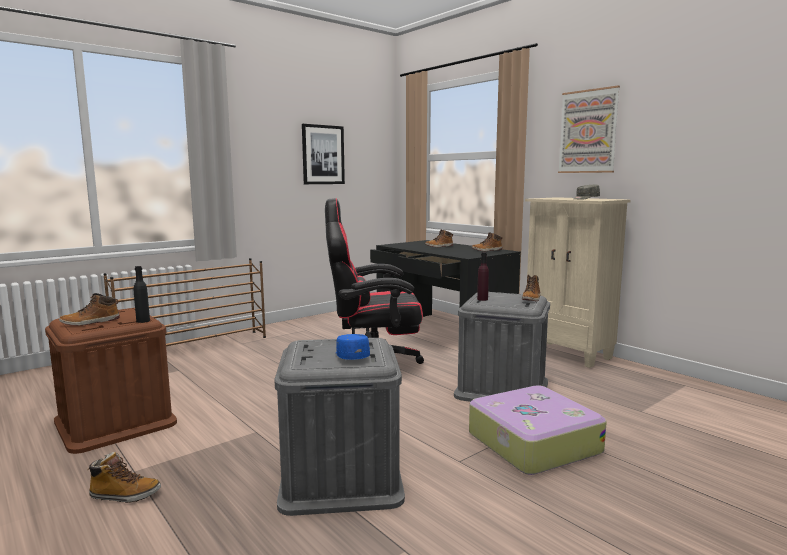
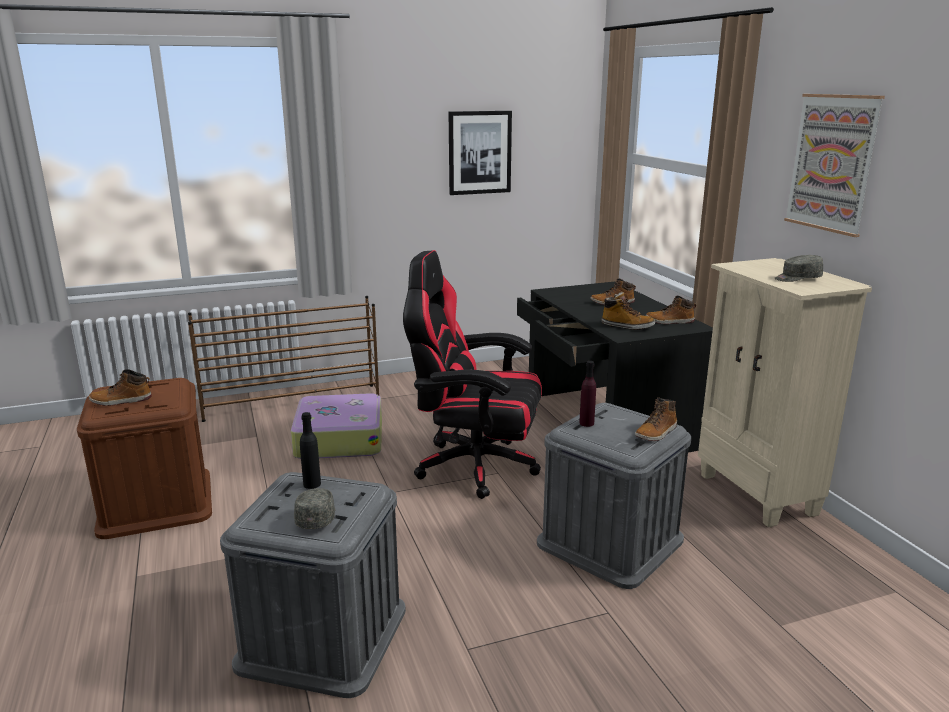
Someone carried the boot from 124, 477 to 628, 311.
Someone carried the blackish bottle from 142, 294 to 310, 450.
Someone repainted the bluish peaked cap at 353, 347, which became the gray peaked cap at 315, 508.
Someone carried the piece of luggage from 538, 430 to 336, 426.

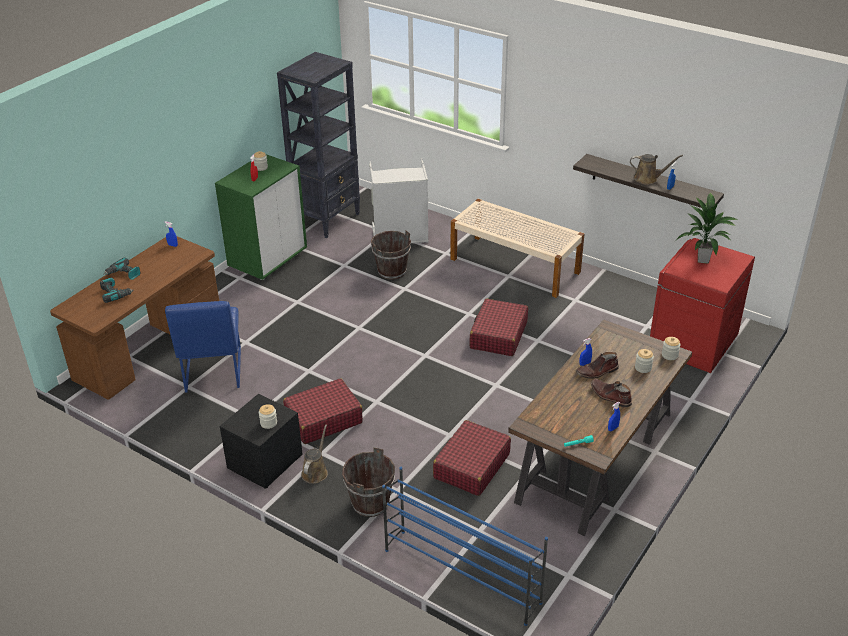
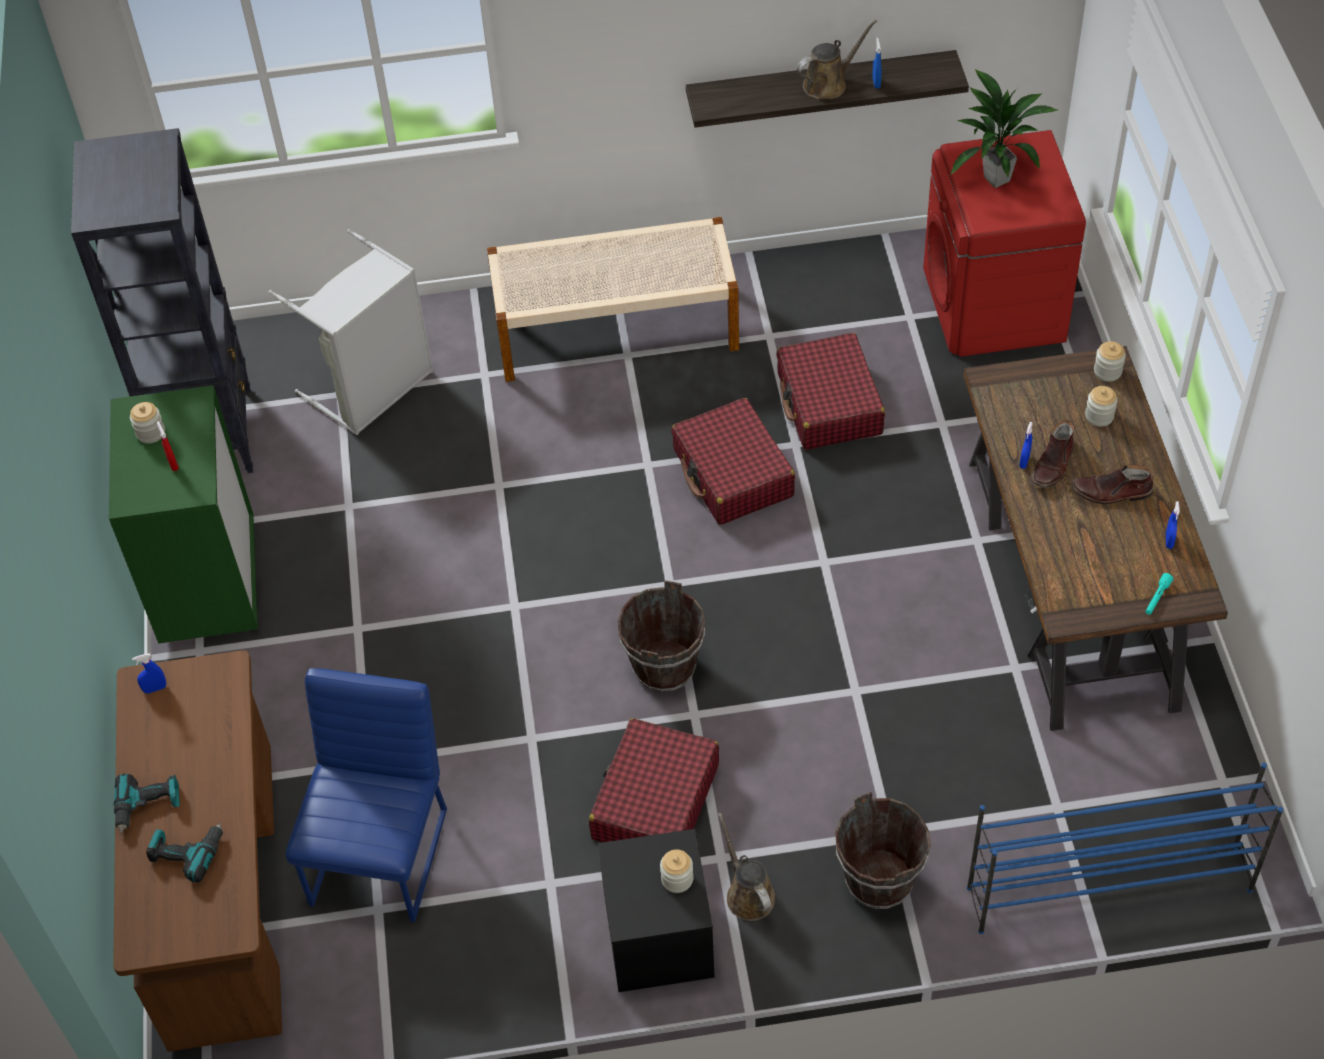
Someone rotated the bluish plain chair at 203, 347 by 120 degrees counterclockwise.
Someone carried the brownish water bucket from 391, 255 to 661, 636.
Someone carried the red-coloured piece of luggage from 472, 458 to 830, 391.

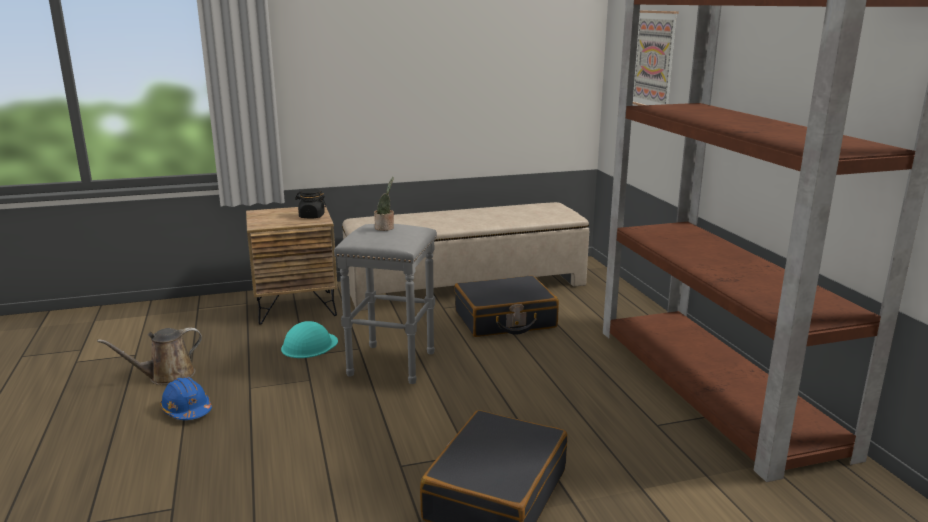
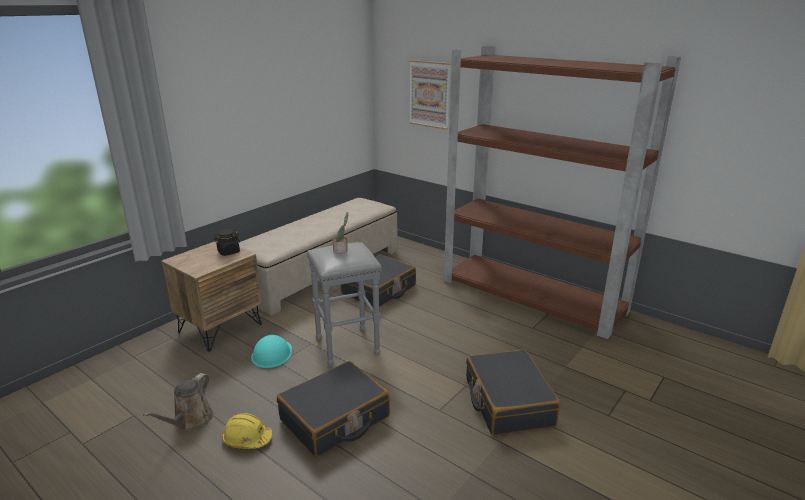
Someone repainted the bluish hard hat at 186, 398, which became the yellow-coloured hard hat at 247, 431.
Someone put down the blackish piece of luggage at 333, 409.

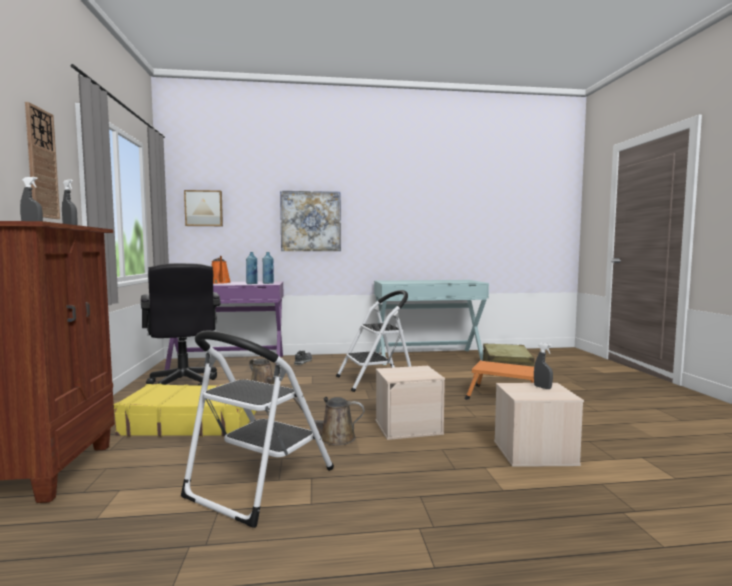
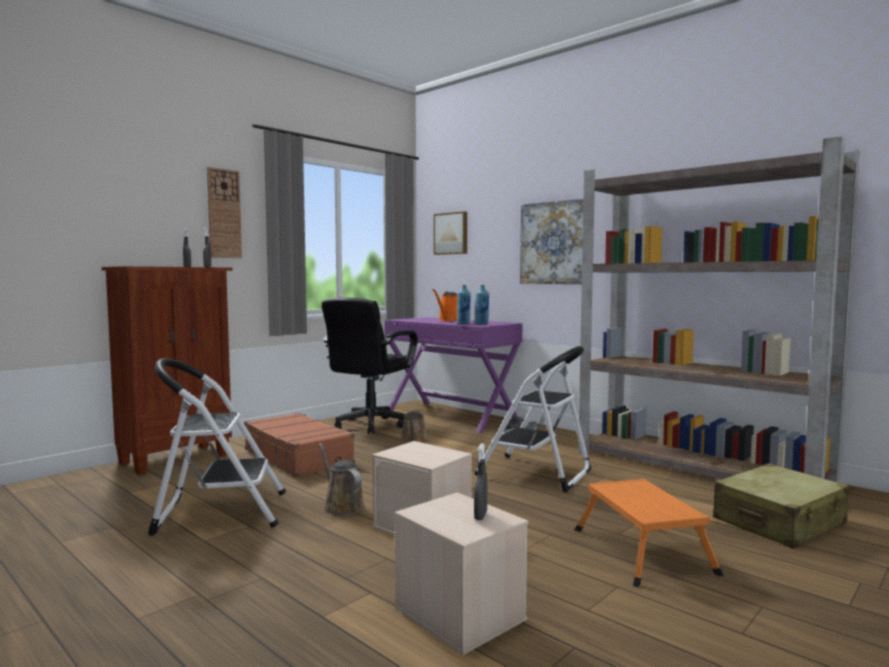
Someone repainted the yellow-coloured piece of luggage at 185, 410, which became the brownish piece of luggage at 299, 445.
Someone swapped the turquoise desk at 431, 322 for the brownish bookcase at 719, 309.

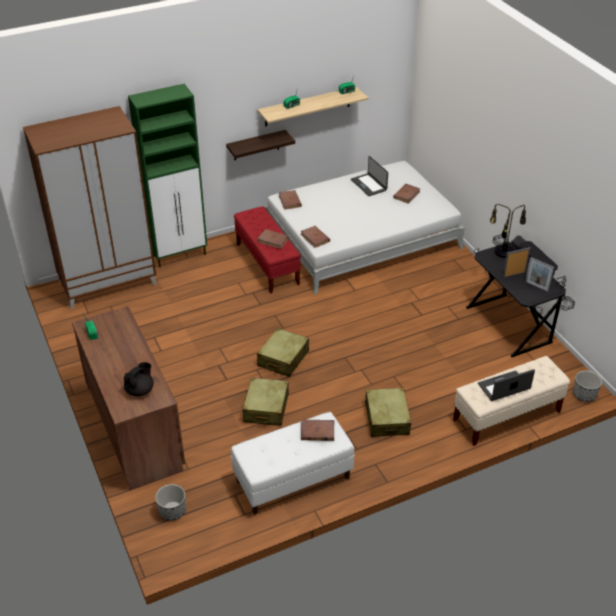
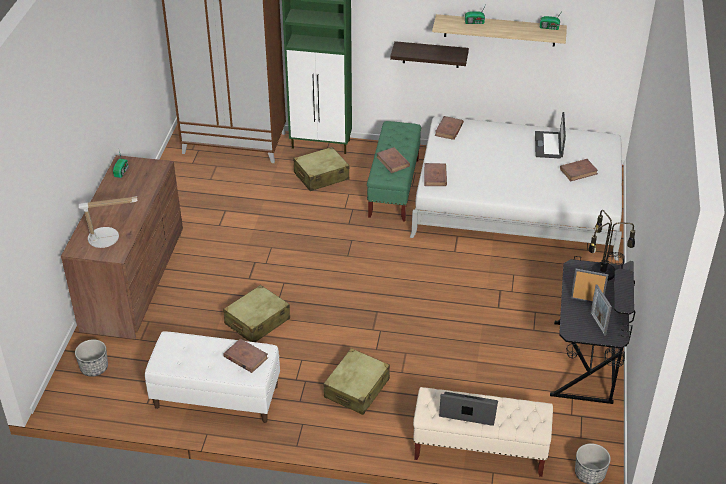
Someone swapped the blackish tea pot at 139, 379 for the tabletop lamp at 108, 222.
Someone repainted the red-coloured long seat at 267, 250, which became the green long seat at 394, 171.
Someone carried the beige-coloured piece of luggage from 283, 352 to 321, 169.

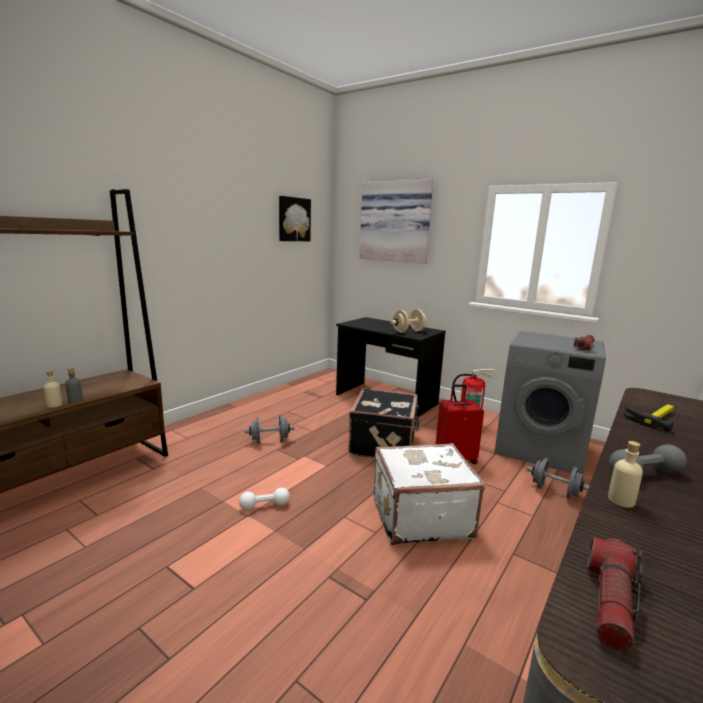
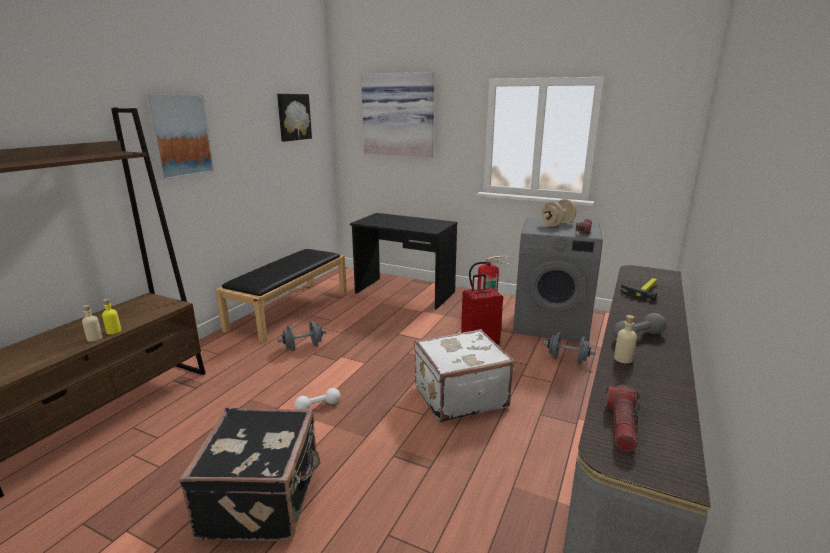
Someone repainted the gray bottle at 74, 385, which became the yellow-coloured bottle at 111, 316.
Someone carried the blackish piece of luggage from 384, 423 to 249, 474.
Someone carried the beige-coloured free weight from 409, 321 to 559, 213.
Someone put up the picture at 179, 137.
Someone put down the blackish long seat at 281, 296.

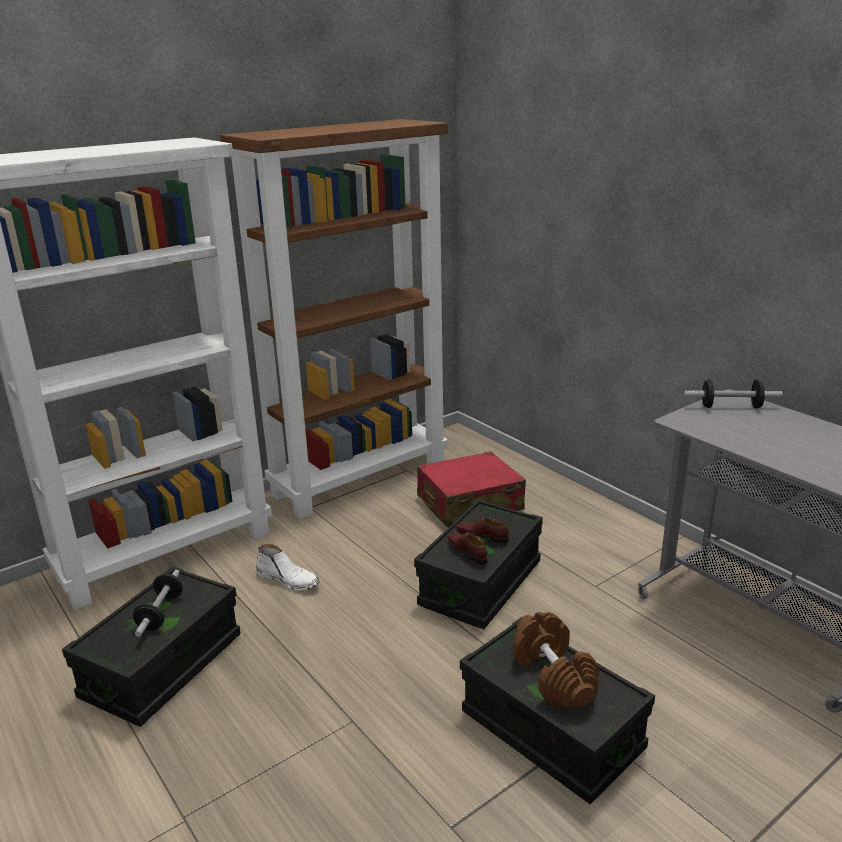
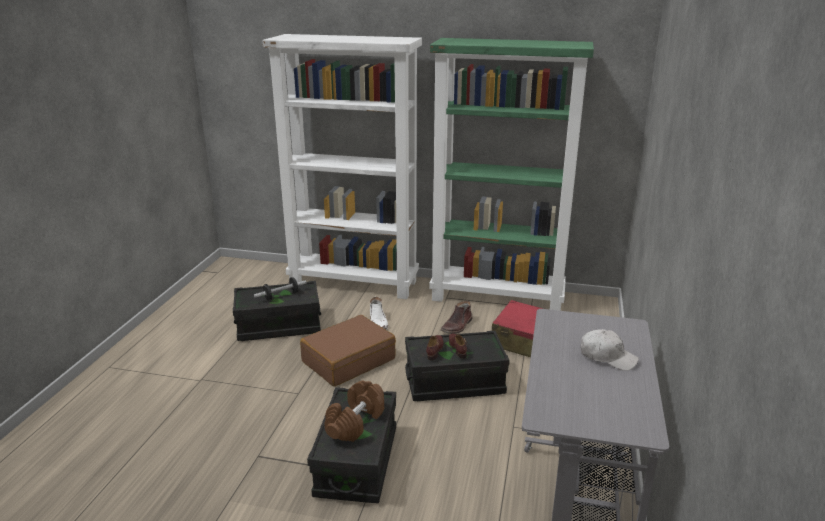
Someone repainted the brownish bookcase at 334, 319, which became the green bookcase at 511, 174.
Someone took away the free weight at 733, 393.
Someone put down the brownish piece of luggage at 348, 350.
Someone put down the brownish boot at 456, 317.
Someone put down the white-coloured peaked cap at 610, 350.

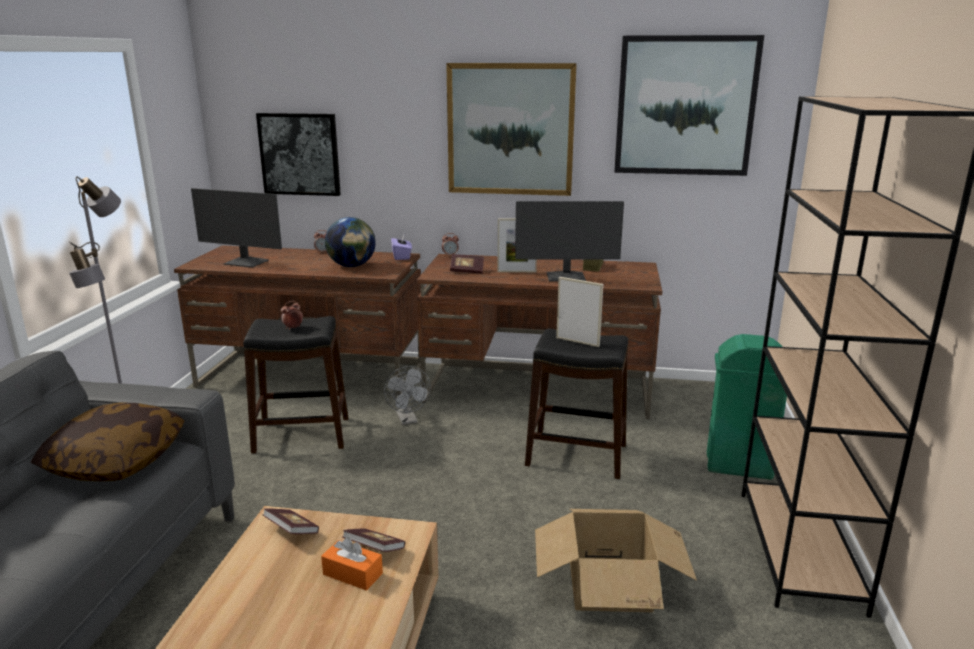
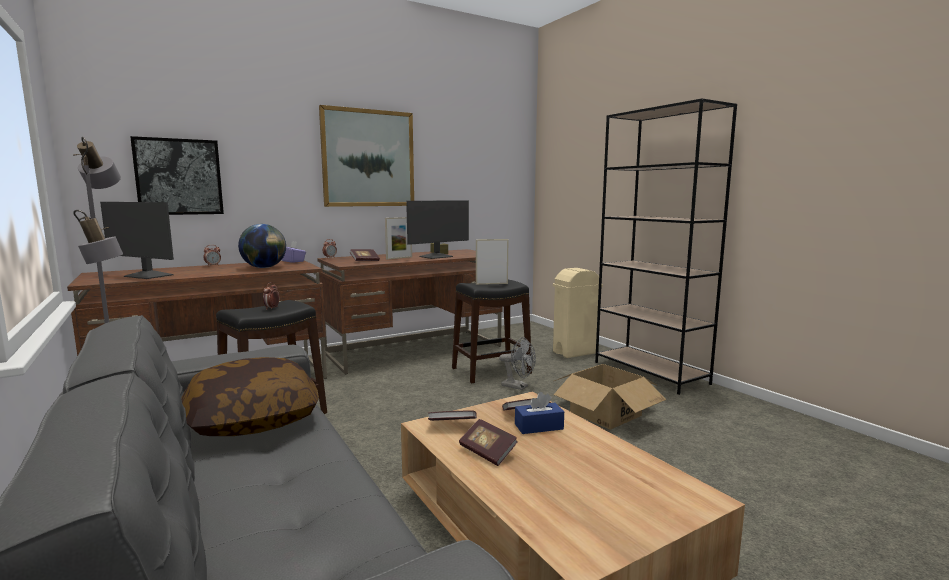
Someone rotated the monitor at 236, 228 by 45 degrees clockwise.
Someone repainted the orangey box of tissues at 352, 564, which became the bluish box of tissues at 539, 413.
Someone carried the gray electric fan from 407, 395 to 517, 363.
Someone took away the picture at 689, 105.
Someone repainted the green waste bin at 747, 407, which became the beige-coloured waste bin at 578, 313.
Someone put down the bound book at 488, 442.

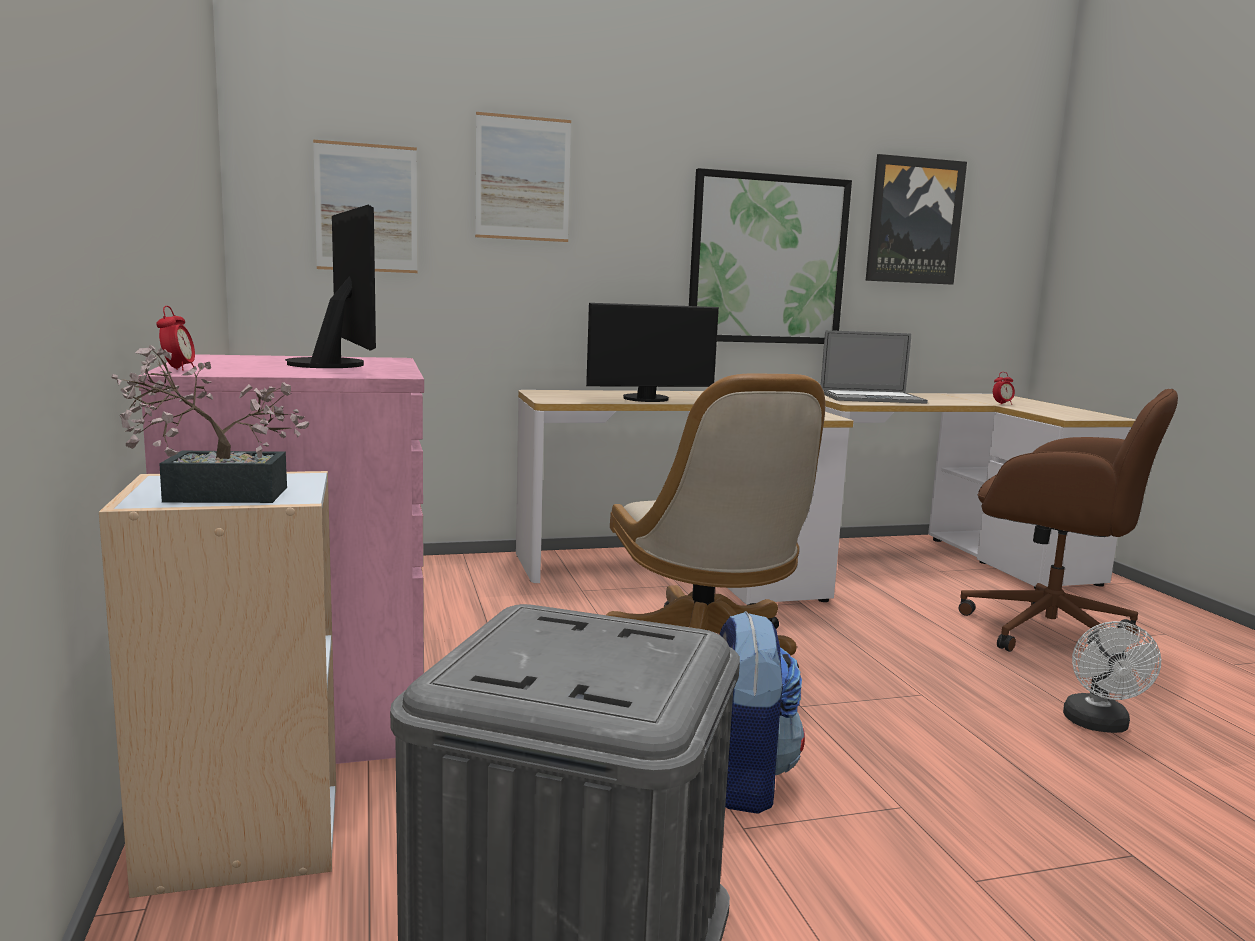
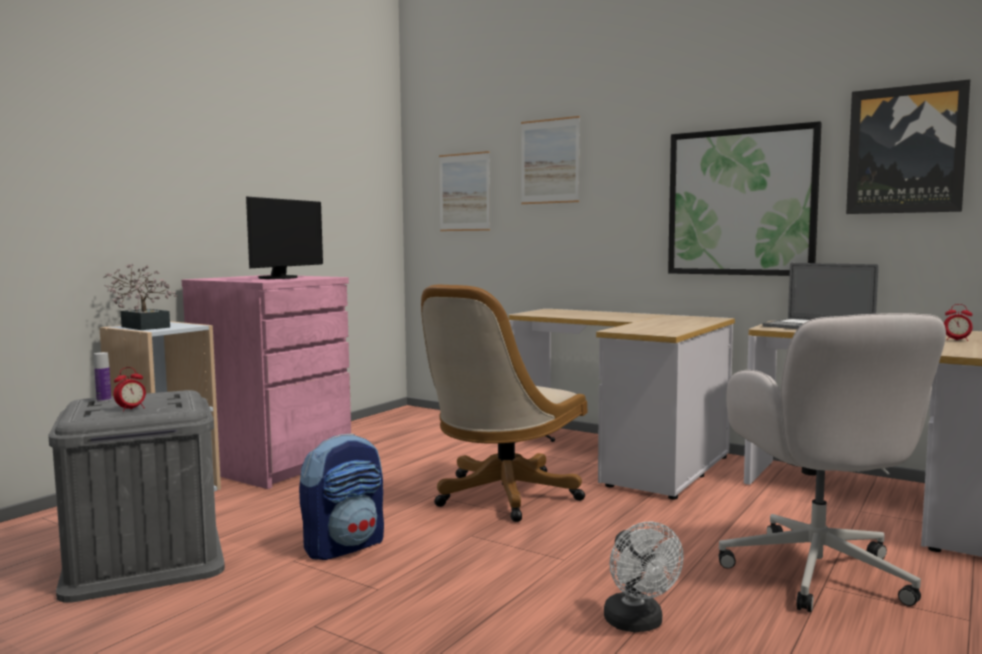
Someone carried the table clock from 175, 338 to 129, 389.
Someone took away the monitor at 652, 352.
Someone repainted the brownish desk chair at 1068, 520, which became the white-coloured desk chair at 832, 462.
Someone rotated the white-coloured electric fan at 1112, 677 by 75 degrees counterclockwise.
Someone put down the bottle at 102, 377.

